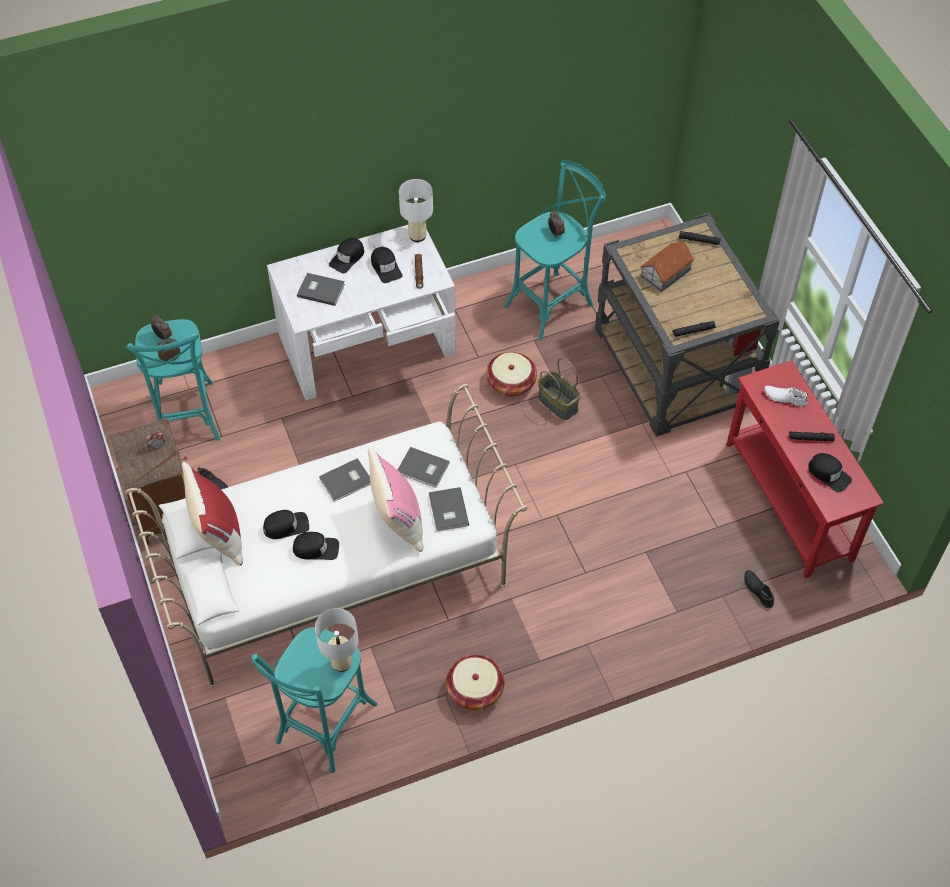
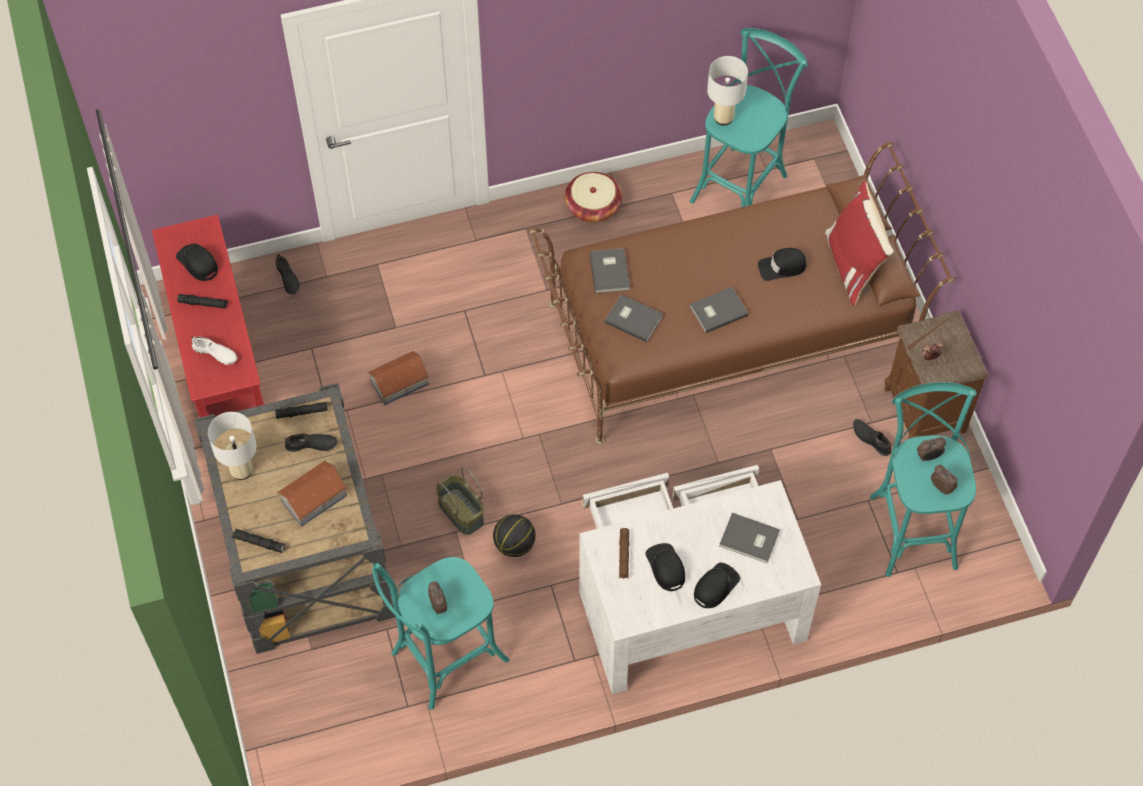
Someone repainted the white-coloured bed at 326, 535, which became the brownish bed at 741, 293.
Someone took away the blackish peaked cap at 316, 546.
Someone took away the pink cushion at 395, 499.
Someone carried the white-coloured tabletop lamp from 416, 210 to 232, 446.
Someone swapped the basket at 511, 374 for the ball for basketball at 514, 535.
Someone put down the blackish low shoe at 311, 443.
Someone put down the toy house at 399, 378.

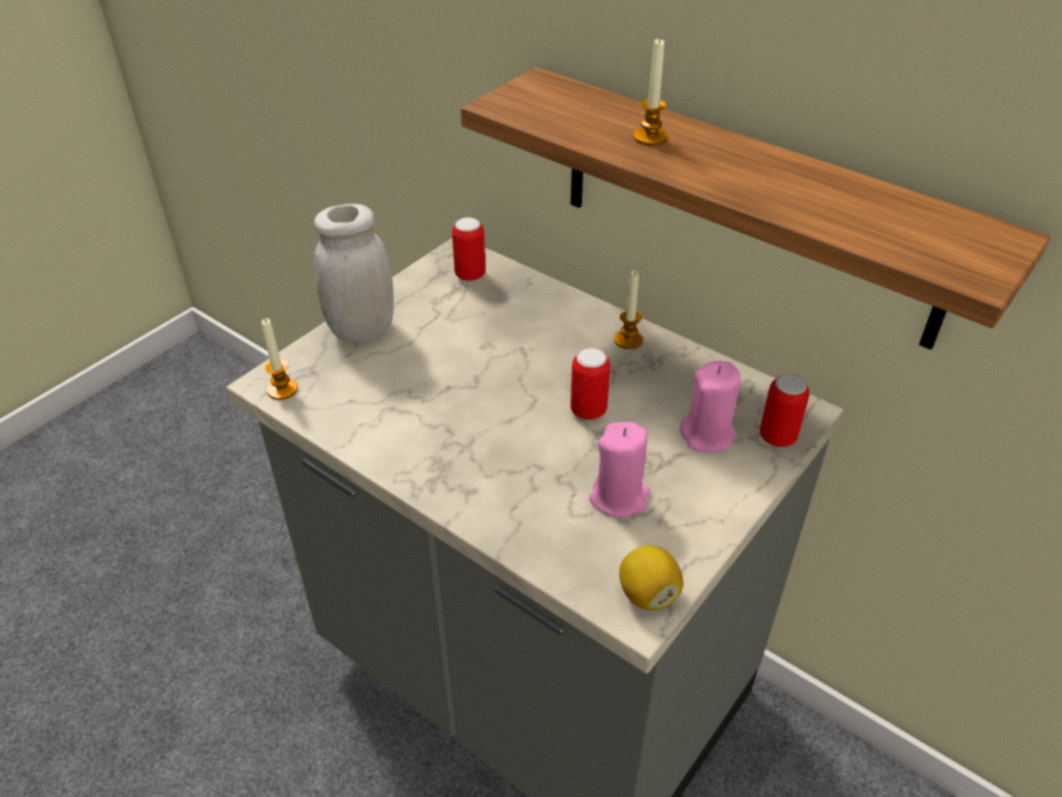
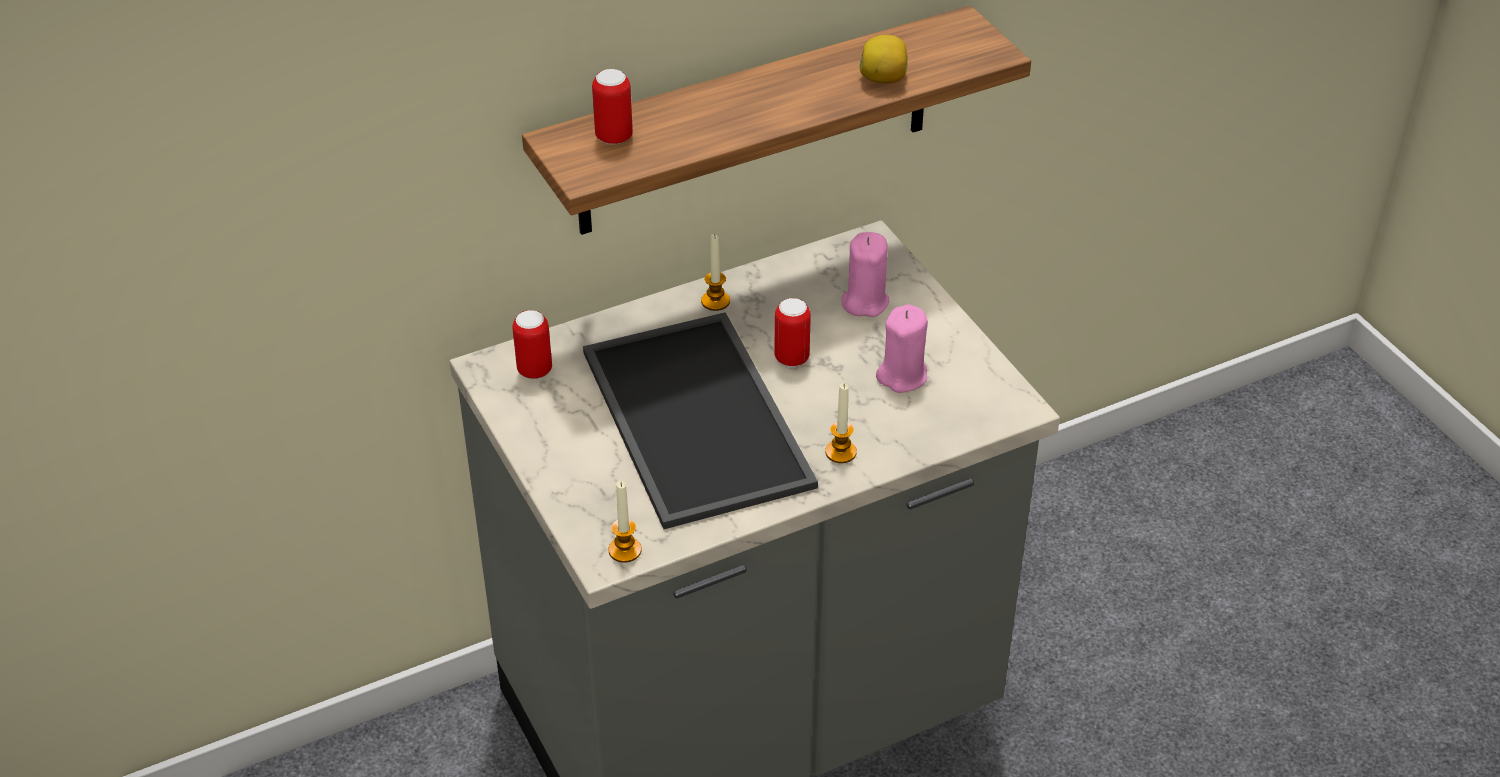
Someone took away the white-coloured preserve jar at 354, 273.
Someone carried the citrus fruit from 651, 577 to 883, 59.
Someone carried the wax candle from 650, 91 to 841, 423.
Someone carried the sealed can from 784, 410 to 612, 107.
Someone put down the carrying tray at 700, 420.

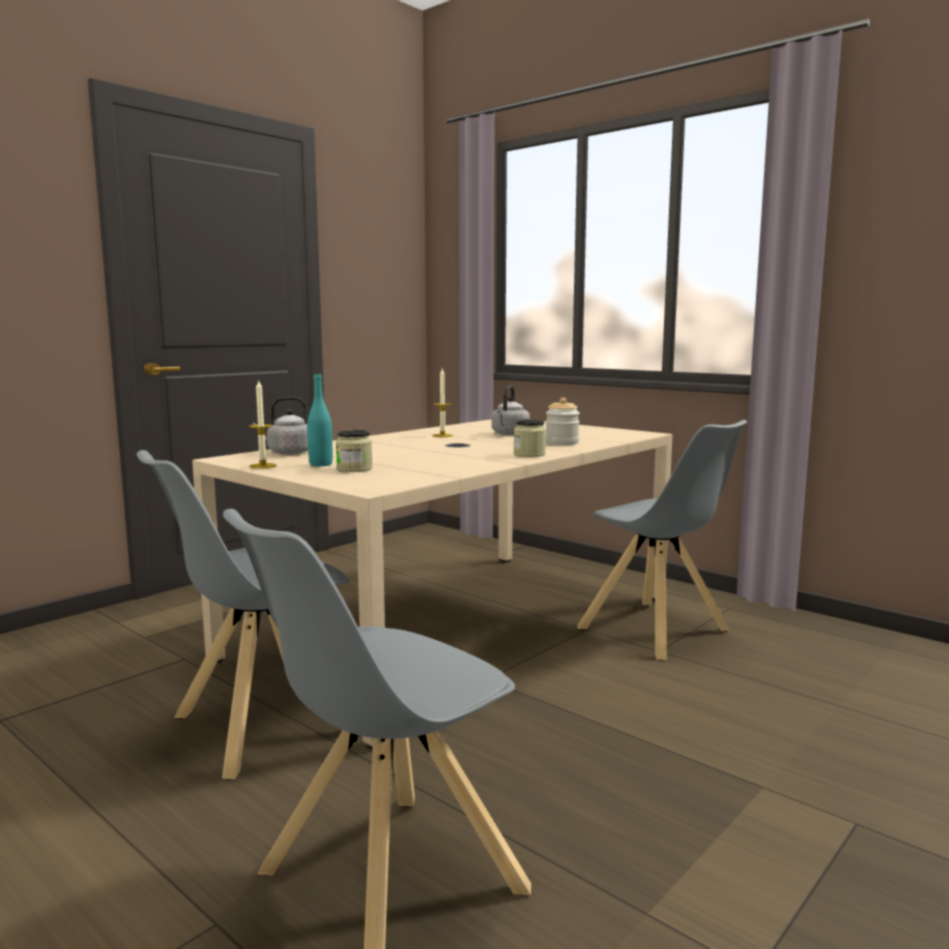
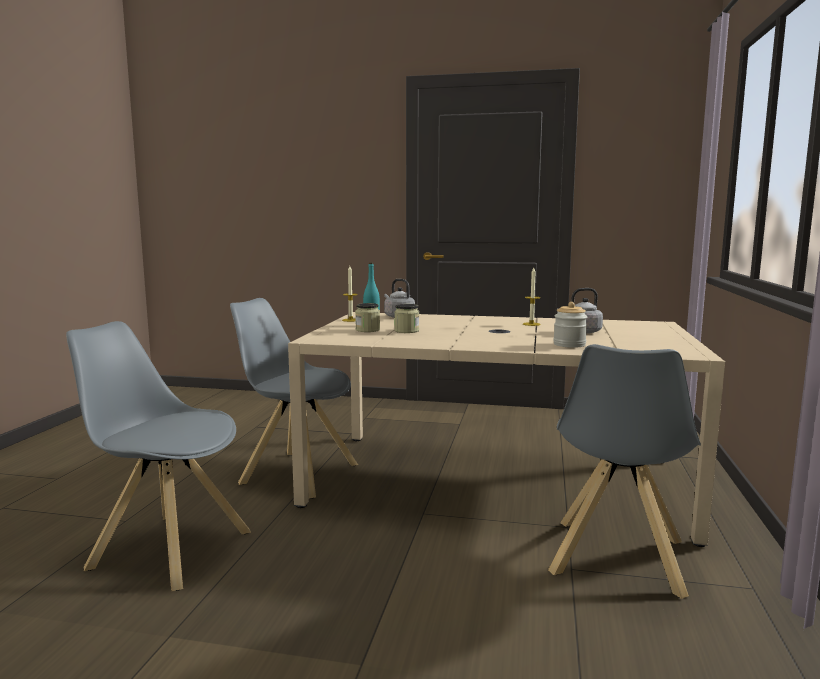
Someone carried the preserve jar from 530, 438 to 406, 318.

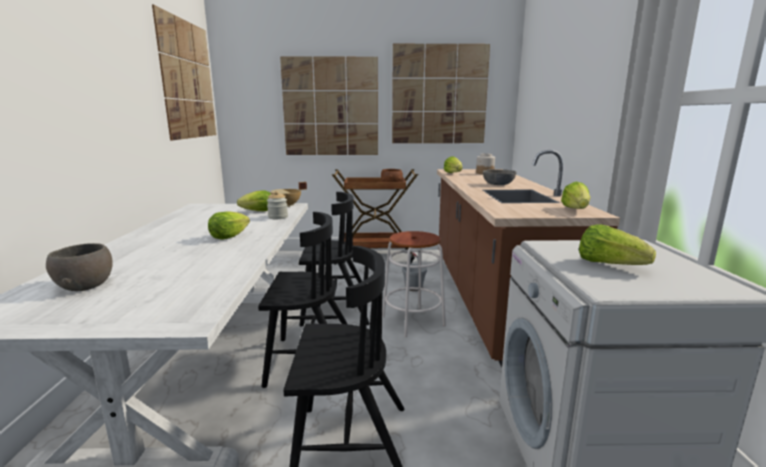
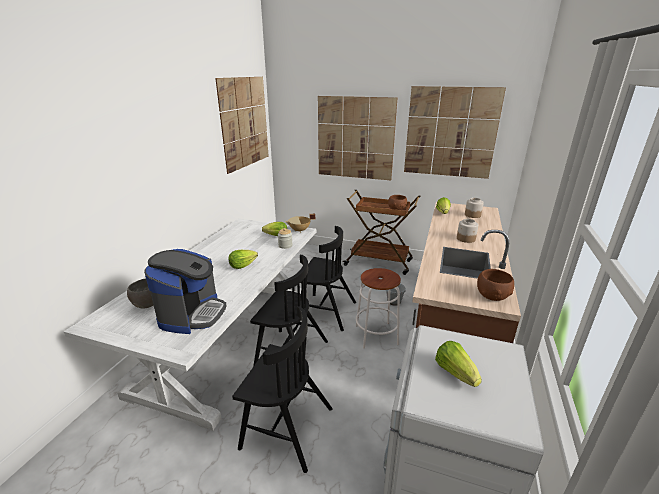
Someone swapped the gray serving bowl at 500, 177 for the preserve jar at 467, 231.
Someone swapped the lettuce head at 575, 195 for the brownish serving bowl at 495, 285.
Someone put down the coffee brewer at 185, 291.

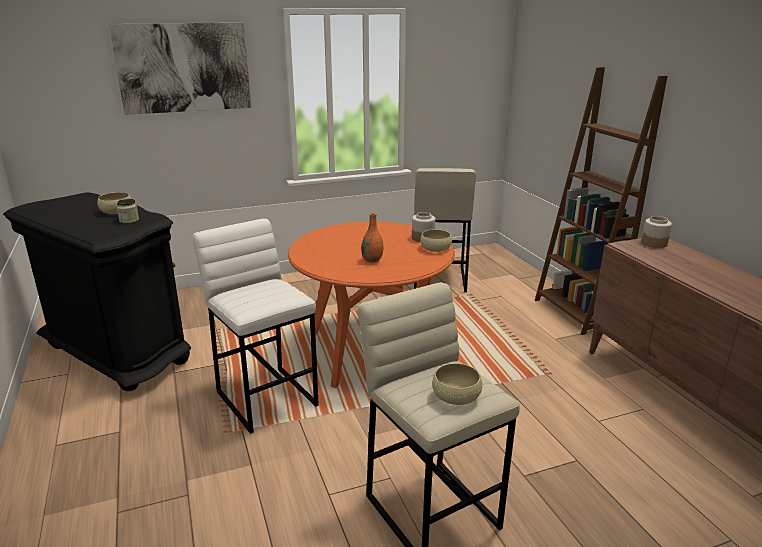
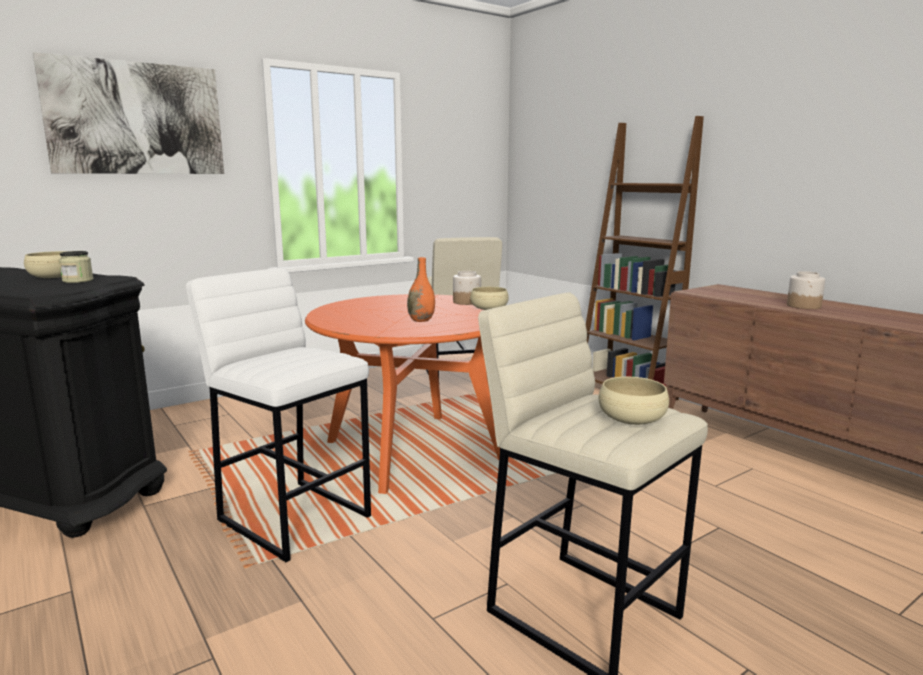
Someone carried the preserve jar from 656, 232 to 806, 290.

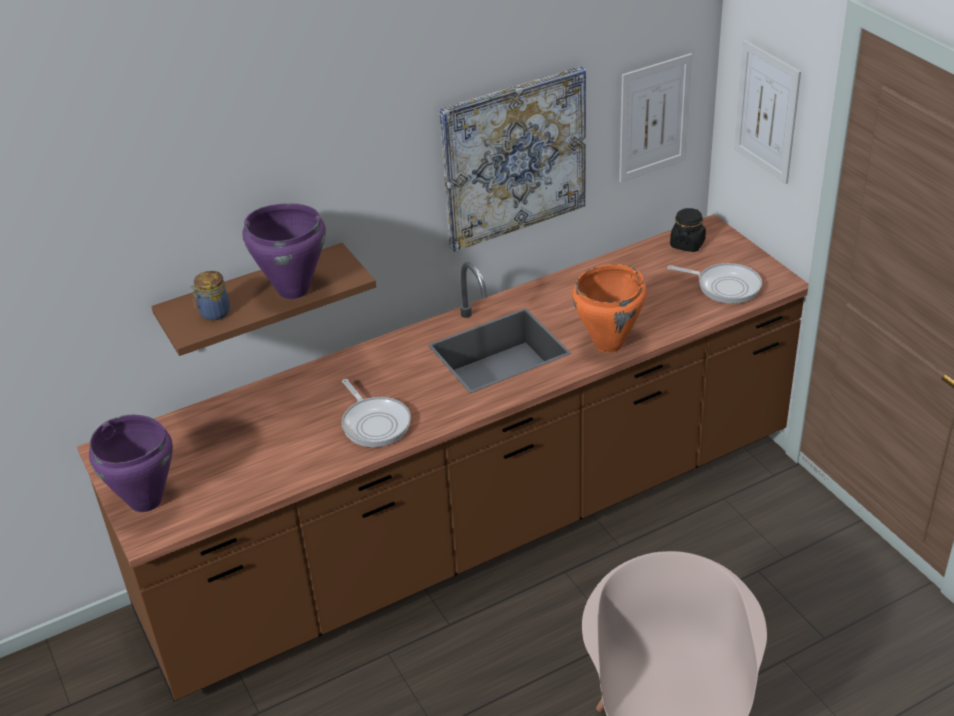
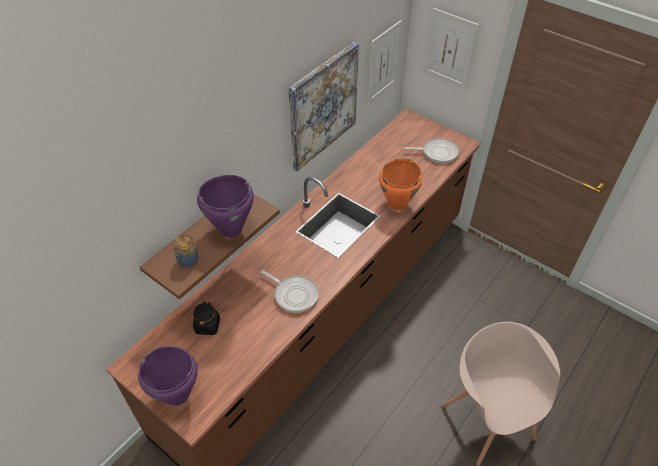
Someone carried the blackish preserve jar from 688, 230 to 206, 318.

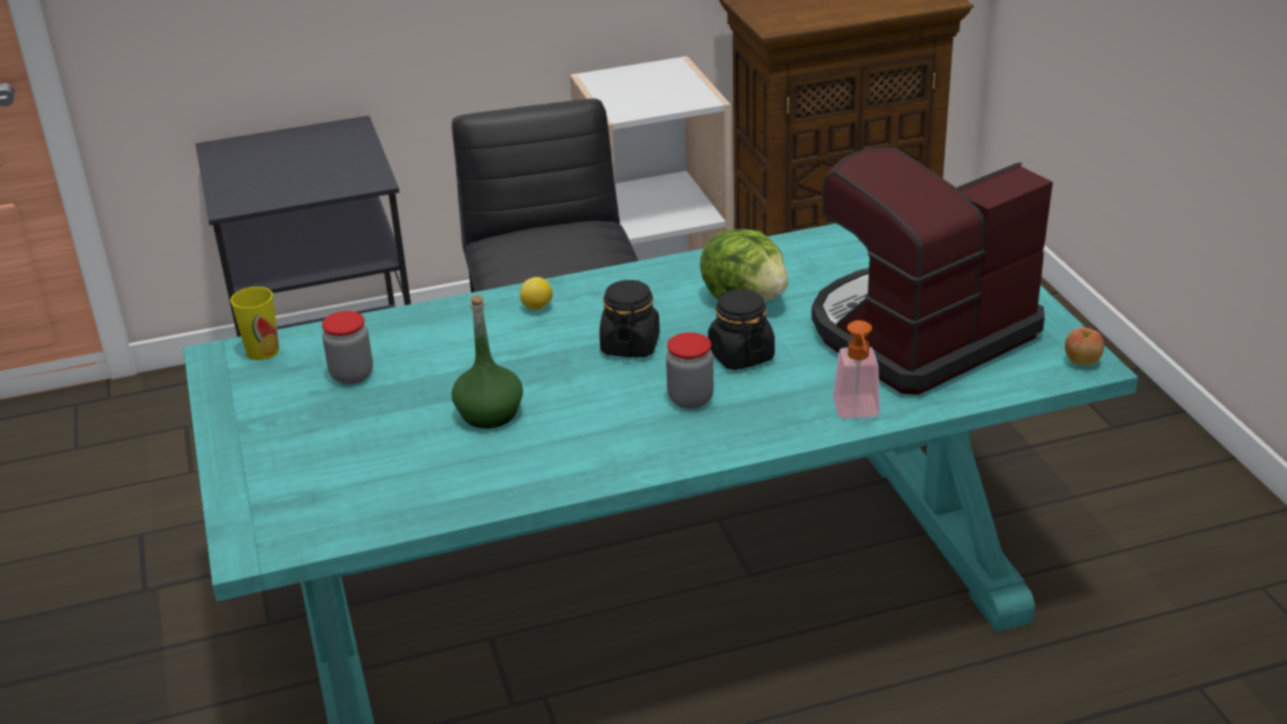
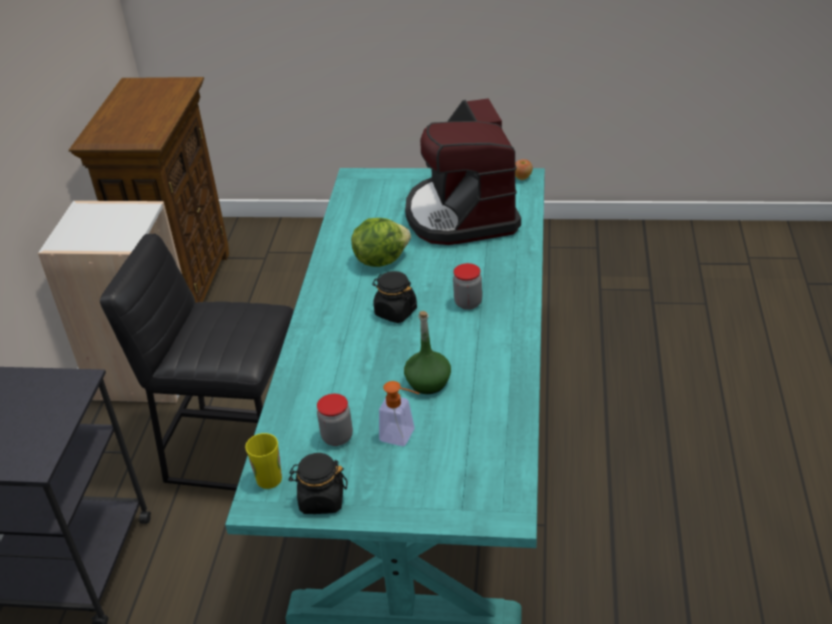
Someone took away the citrus fruit at 536, 293.
Someone carried the blackish preserve jar from 741, 329 to 318, 483.
Someone carried the soap bottle from 856, 369 to 399, 413.

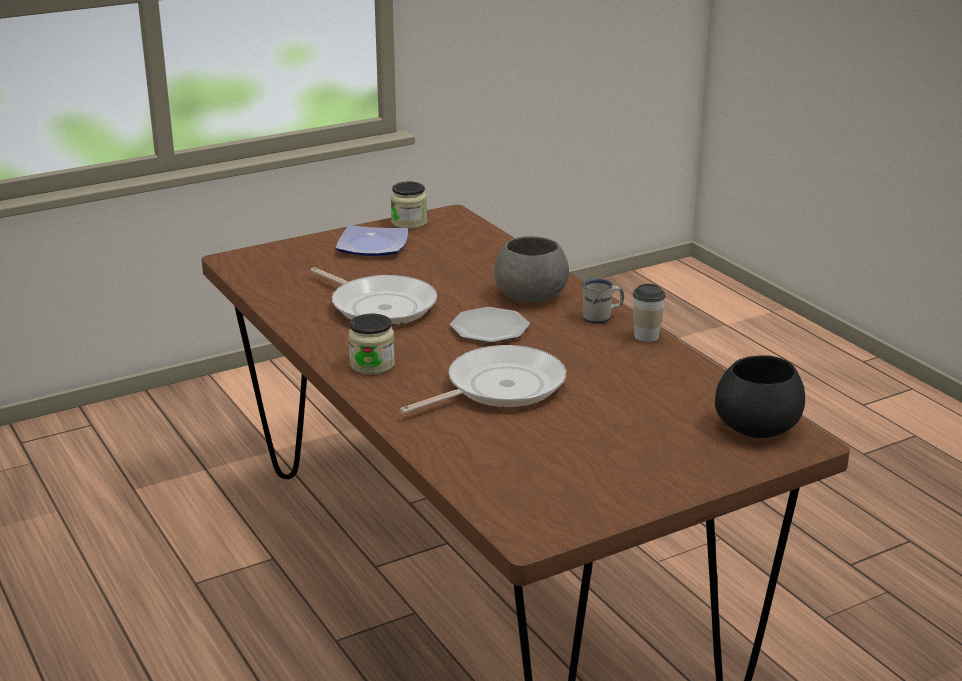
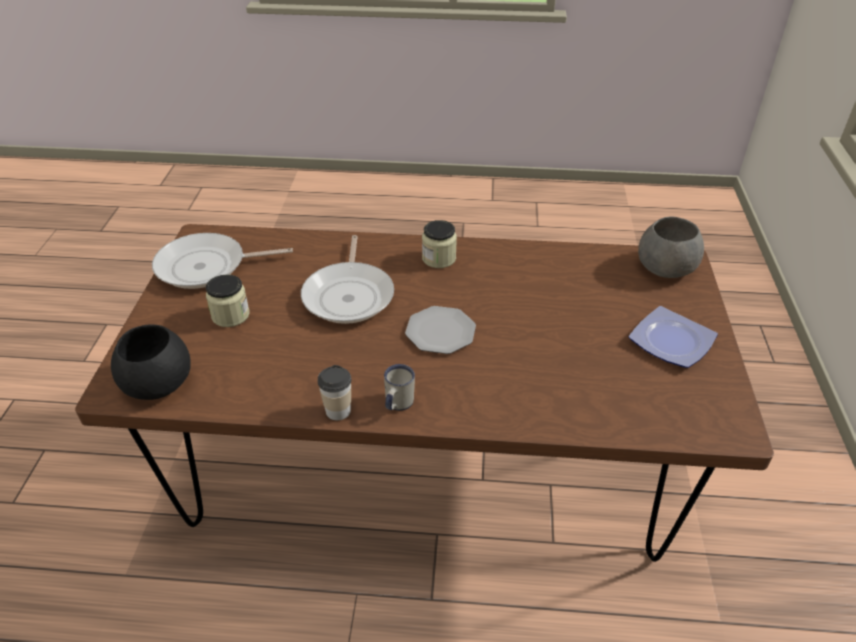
Someone carried the pan from 374, 296 to 222, 261.
Someone carried the preserve jar from 409, 205 to 228, 301.
Someone carried the gray serving bowl from 531, 269 to 671, 247.

